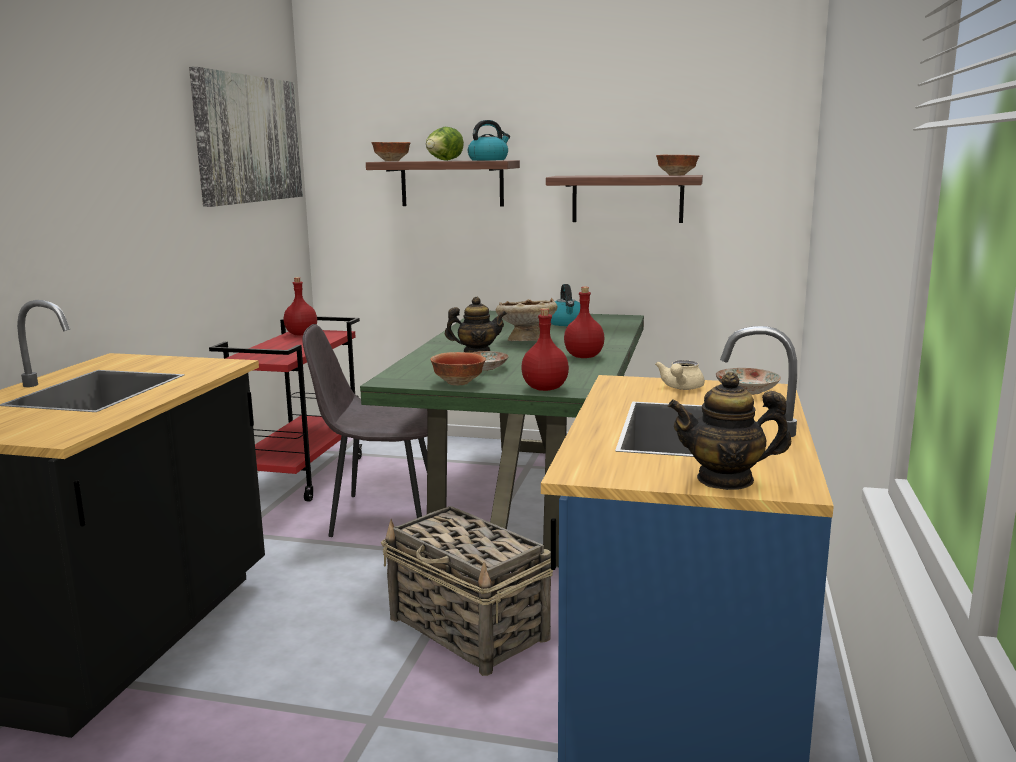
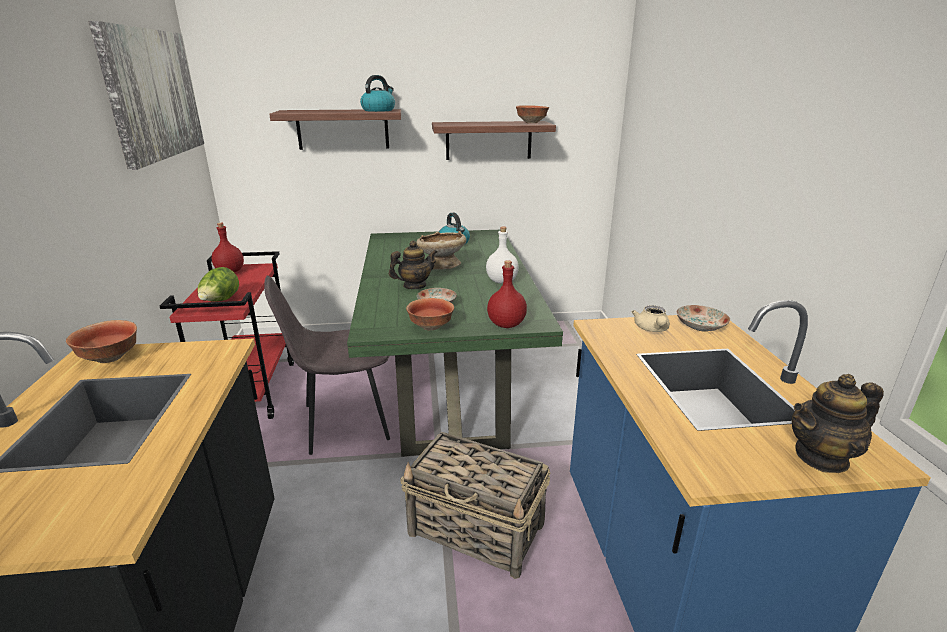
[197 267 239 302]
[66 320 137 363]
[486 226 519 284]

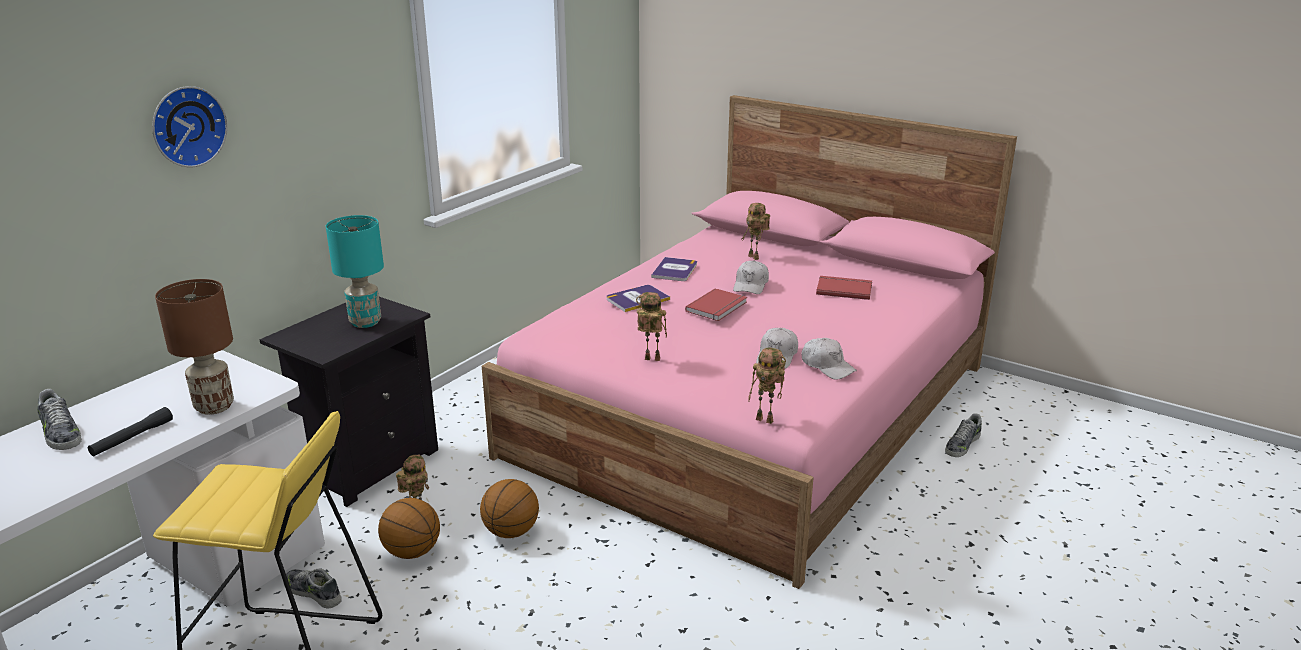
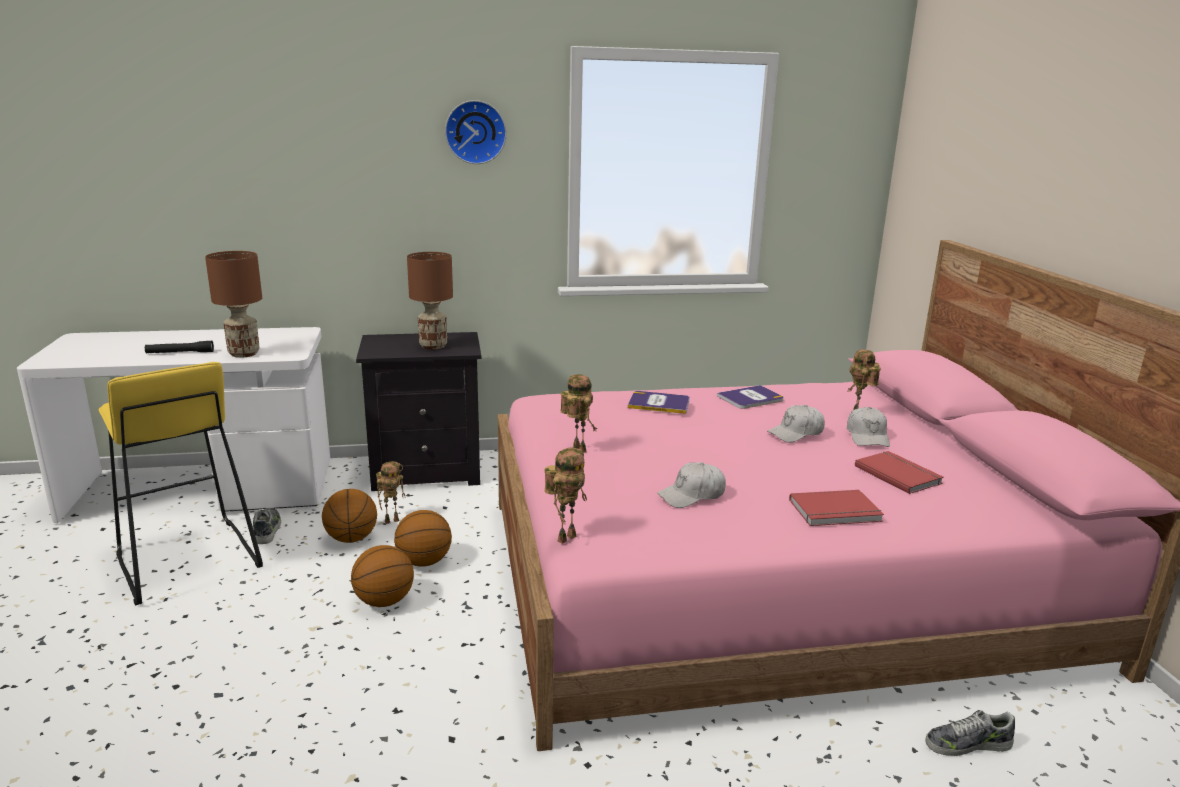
[445 100 507 164]
[407 252 453 350]
[789 490 884 526]
[847 407 890 447]
[544 448 587 544]
[37 389 82 450] (first image)
[351 545 414 607]

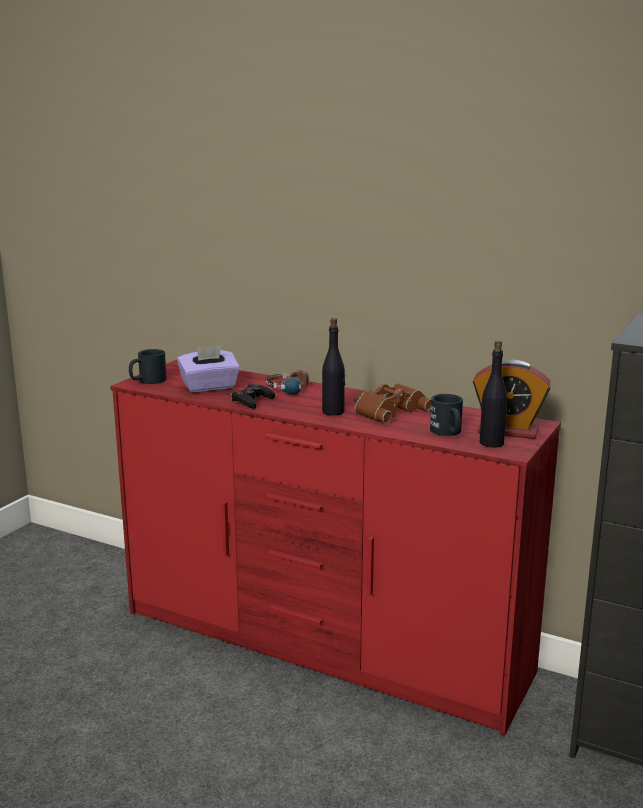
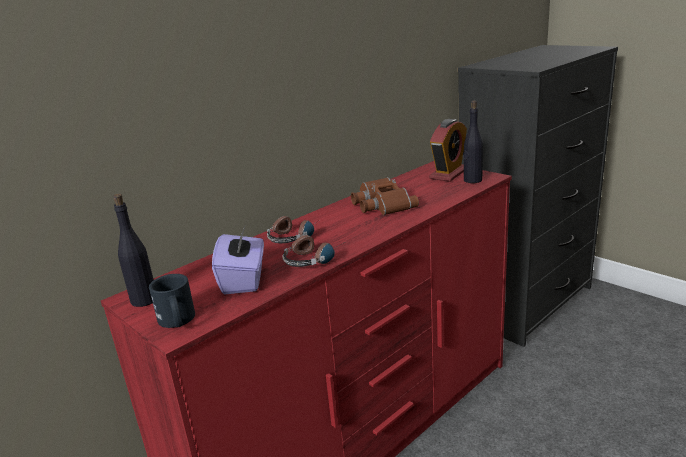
[113 194 154 307]
[283 235 345 267]
[430 394 463 436] (first image)

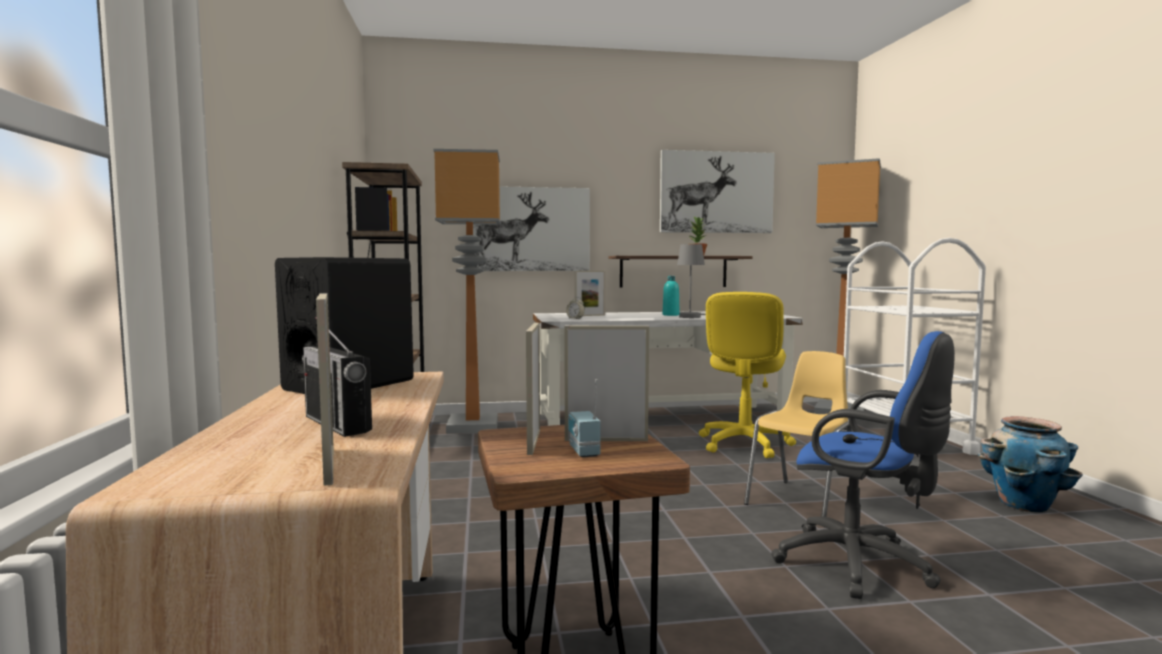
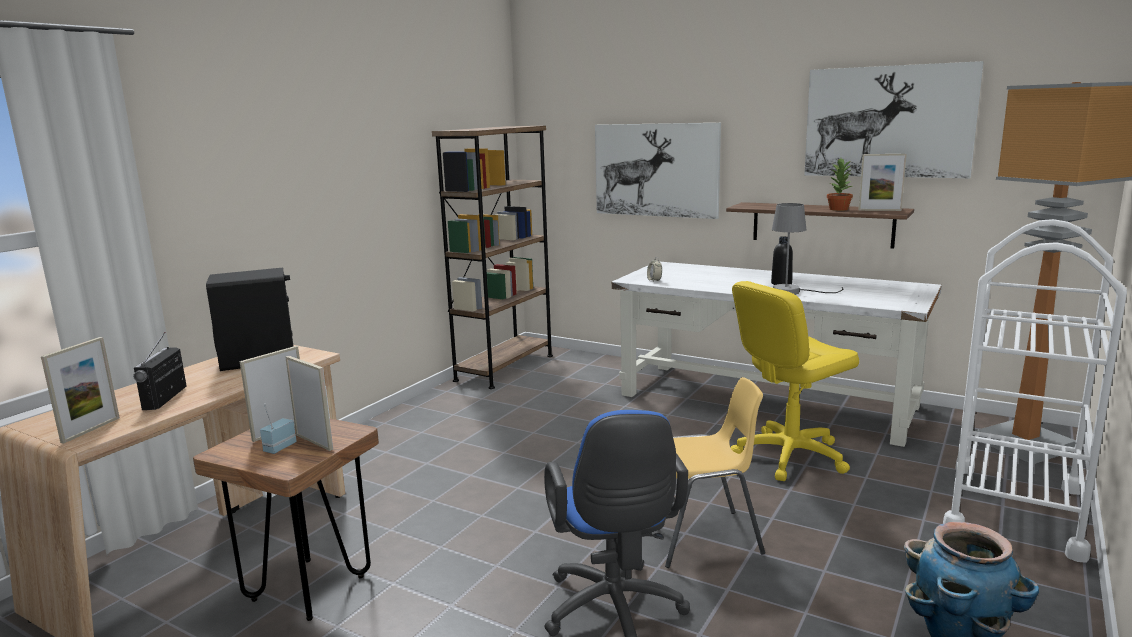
[434 149 501 434] (first image)
[858 154 907 211]
[771 236 793 285]

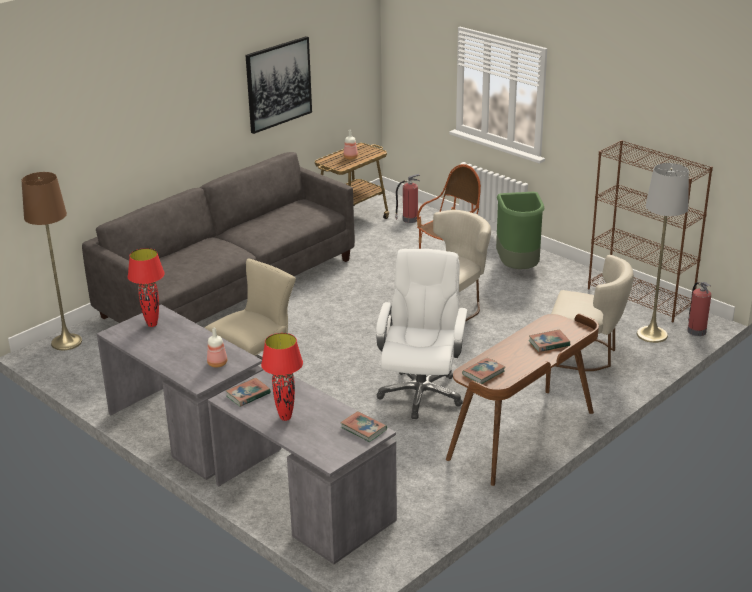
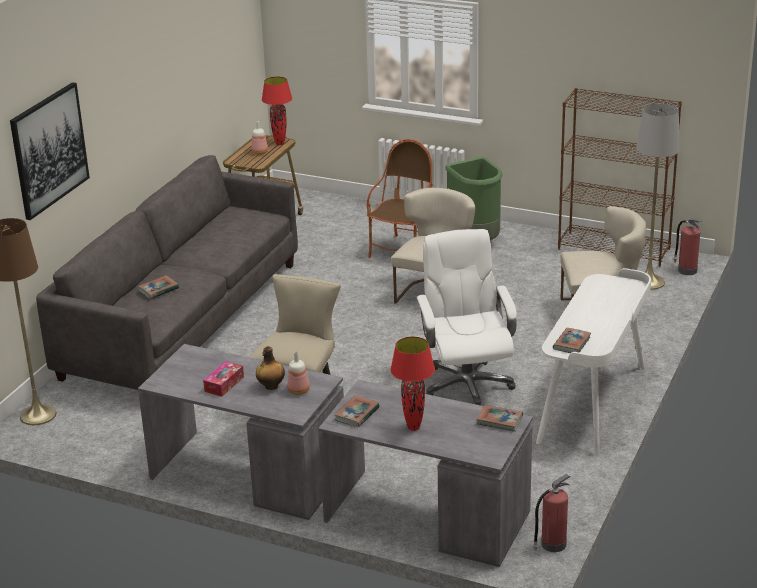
[10 82 90 220]
[533 474 570 552]
[262 77 292 145]
[536 268 651 457]
[138 275 179 299]
[256 346 285 390]
[203 361 244 397]

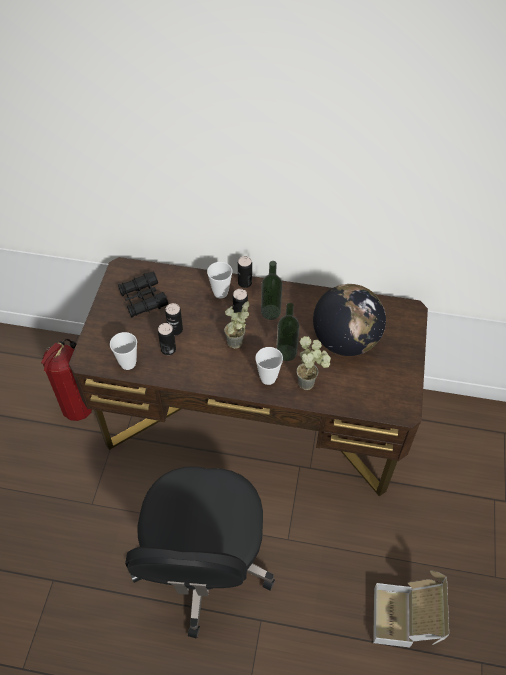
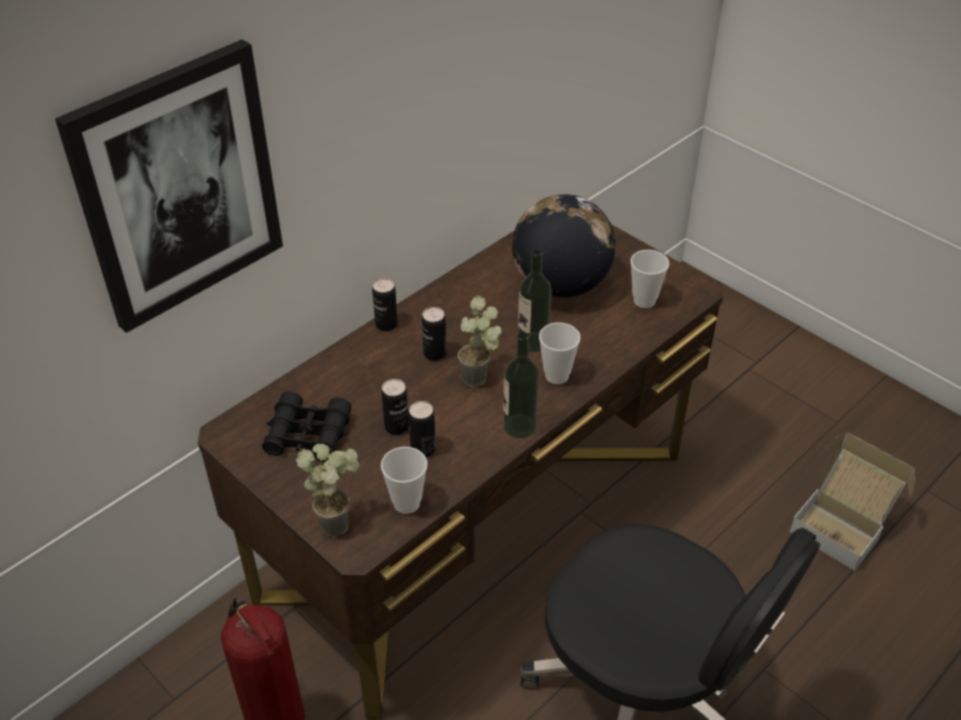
[503 332 539 438]
[630 250 669 308]
[296 444 360 537]
[55 39 283 333]

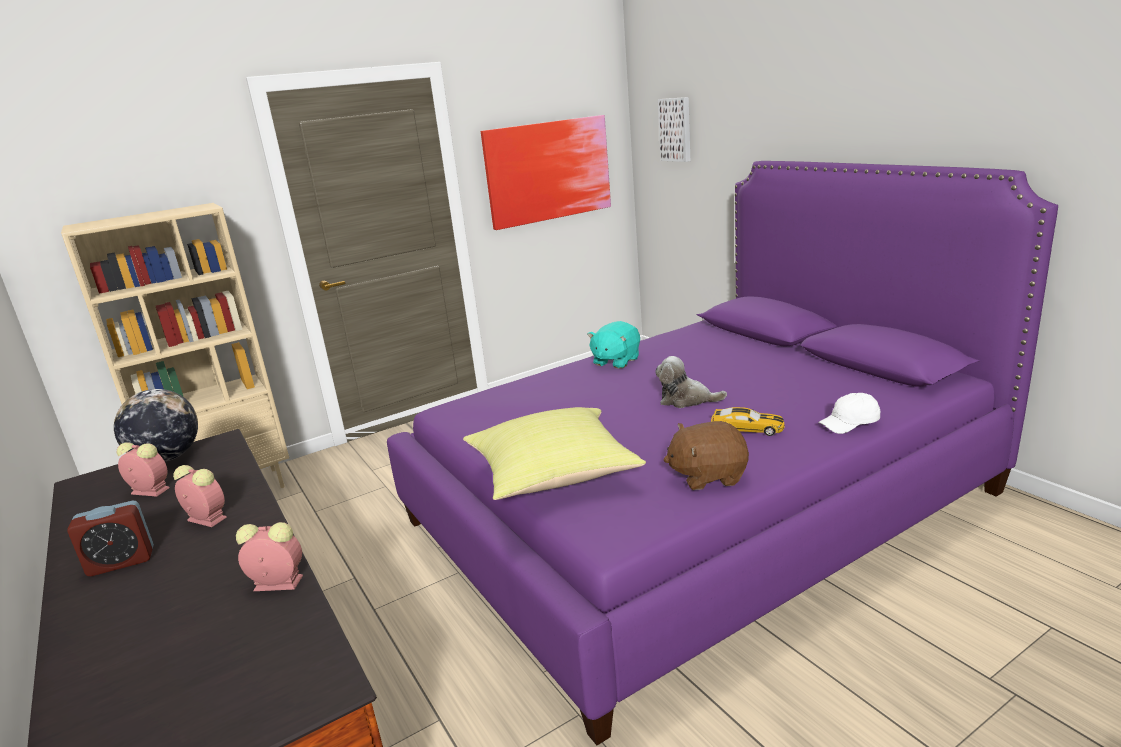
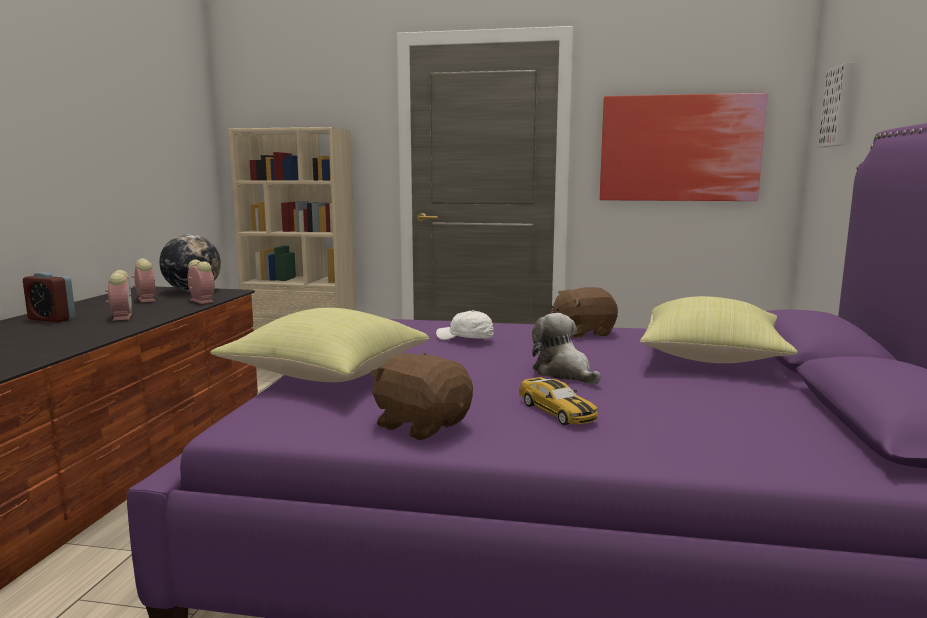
[550 287 618 338]
[436 310 494 340]
[187 260 215 304]
[640 296 798 363]

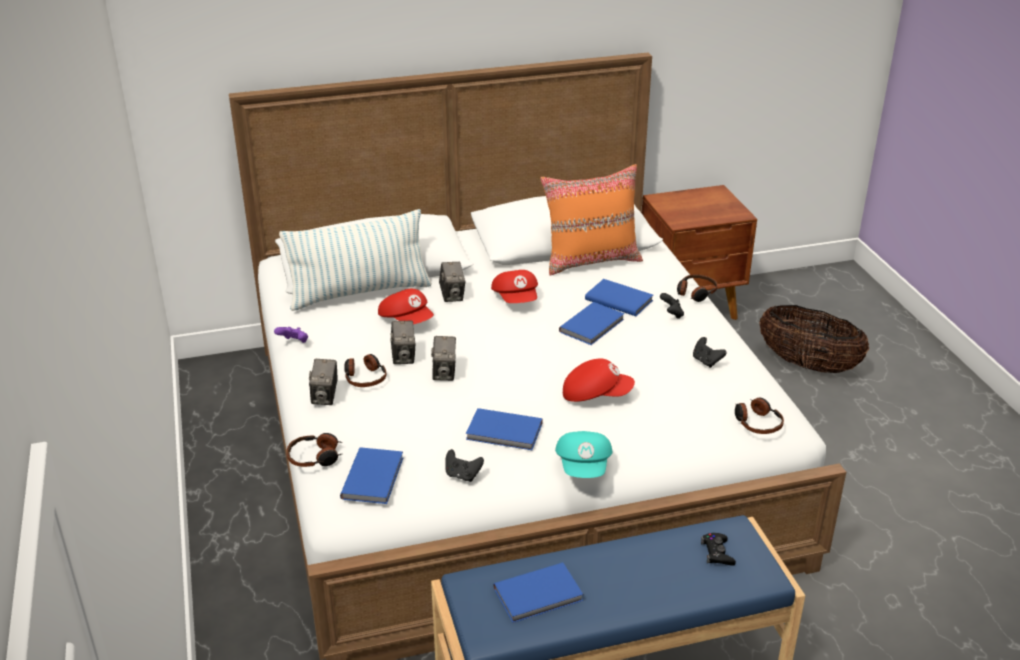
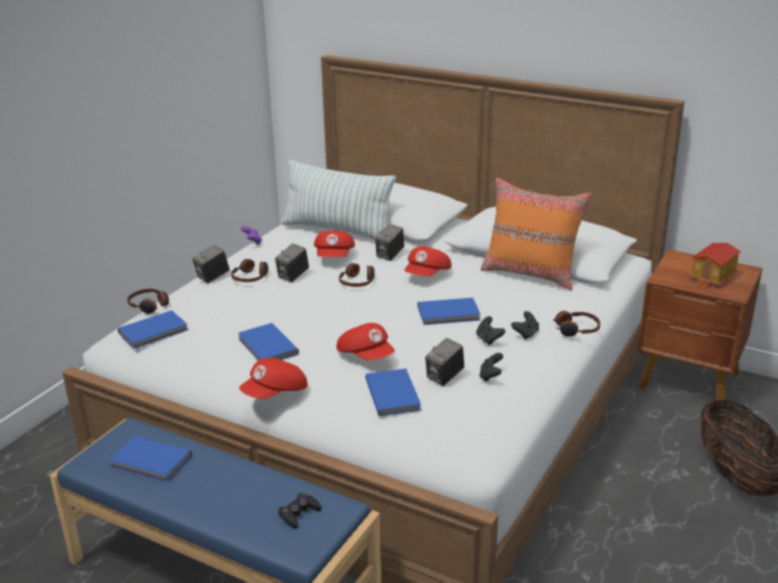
[365 369 421 416]
[425 338 464 386]
[339 263 375 287]
[239 358 307 399]
[476 316 505 345]
[690 243 741 288]

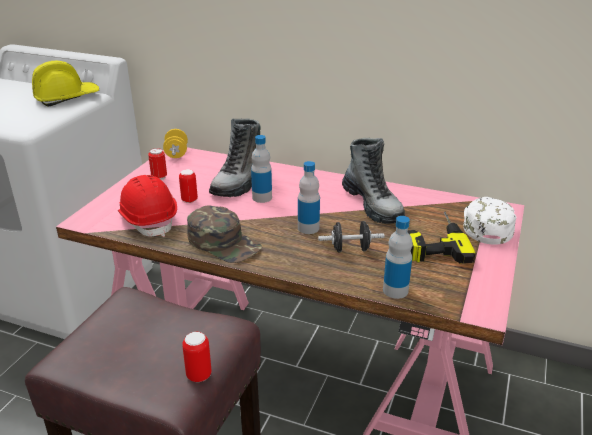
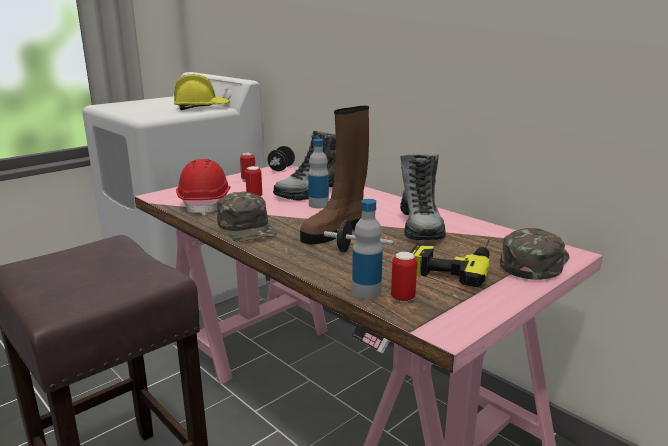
[267 146 295 171]
[300 106 369 244]
[500 228 570 280]
[391 252 417 302]

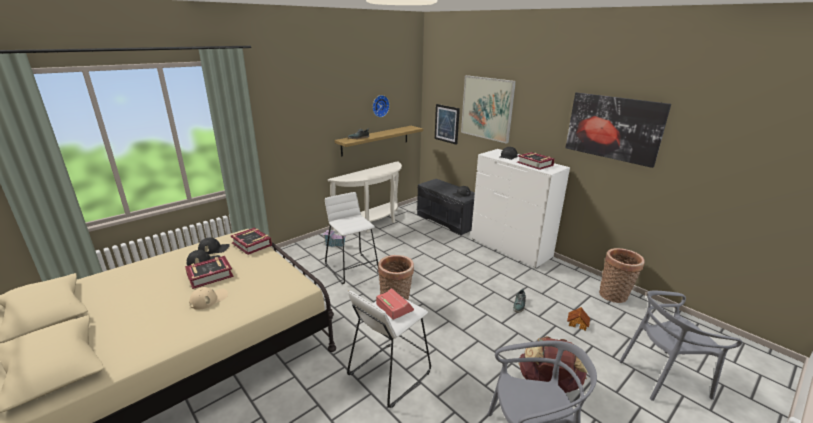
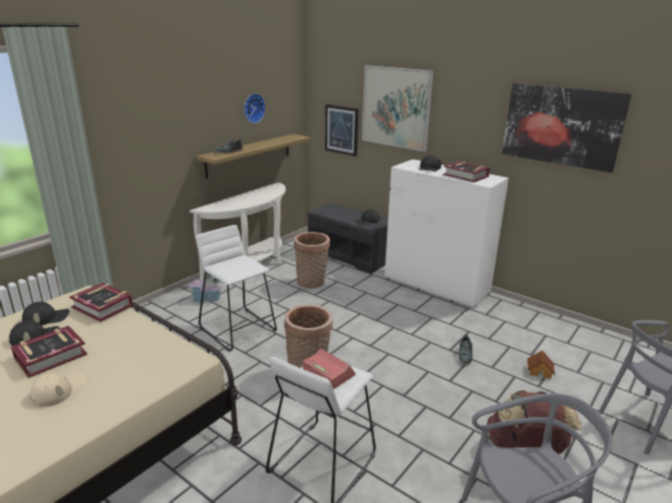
[294 232 330 289]

